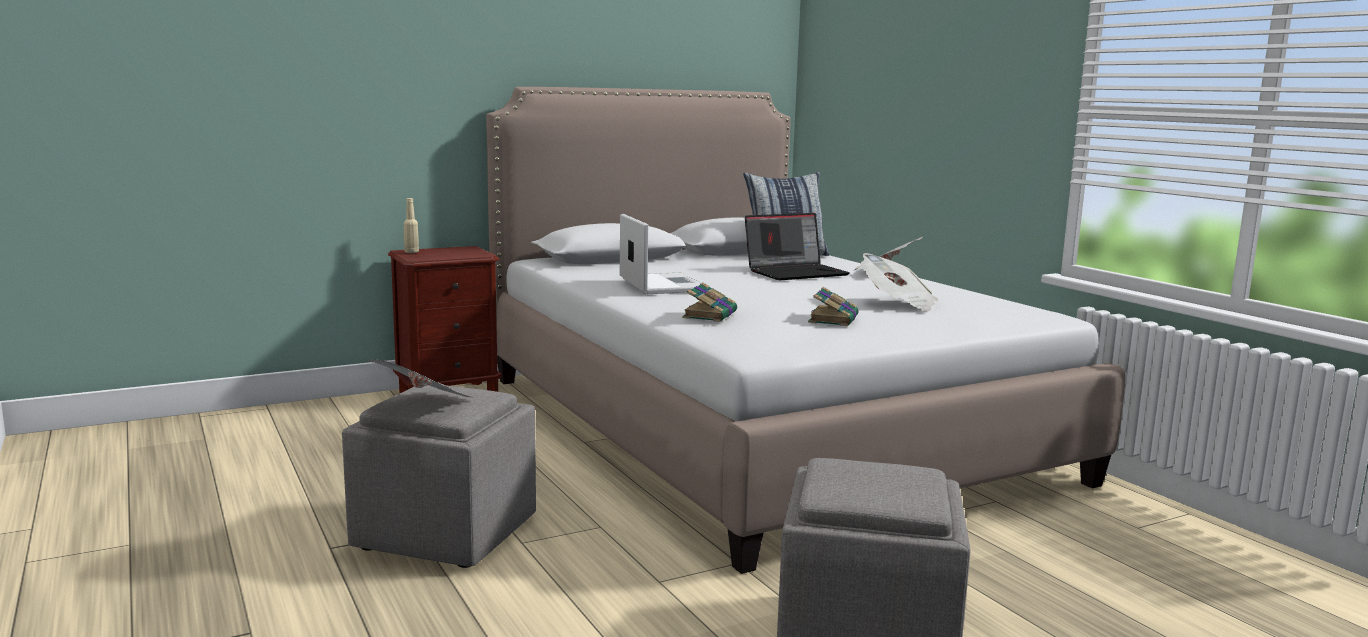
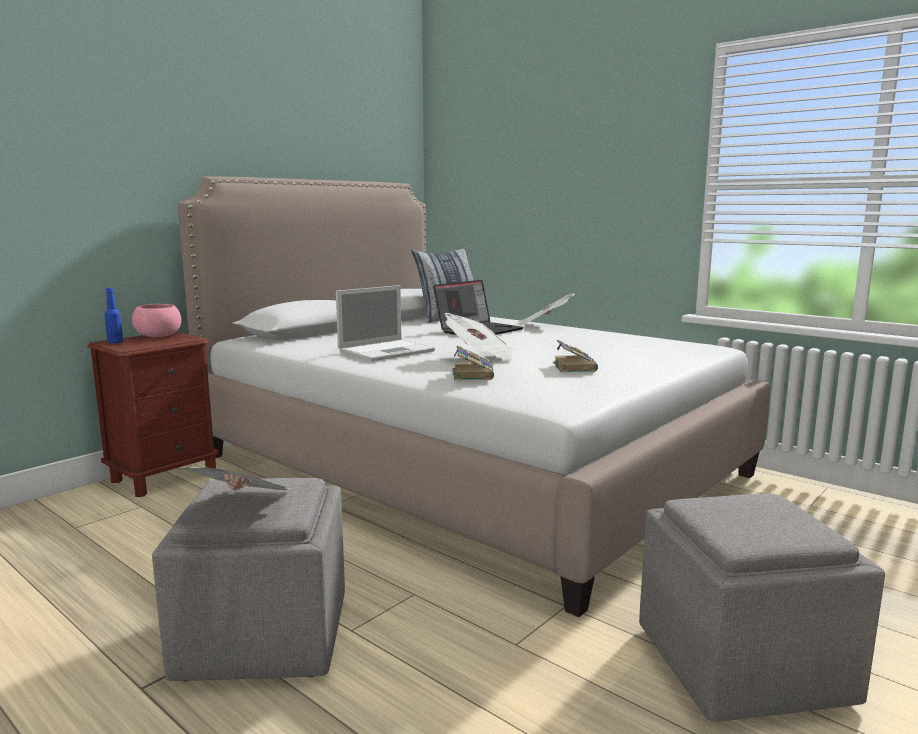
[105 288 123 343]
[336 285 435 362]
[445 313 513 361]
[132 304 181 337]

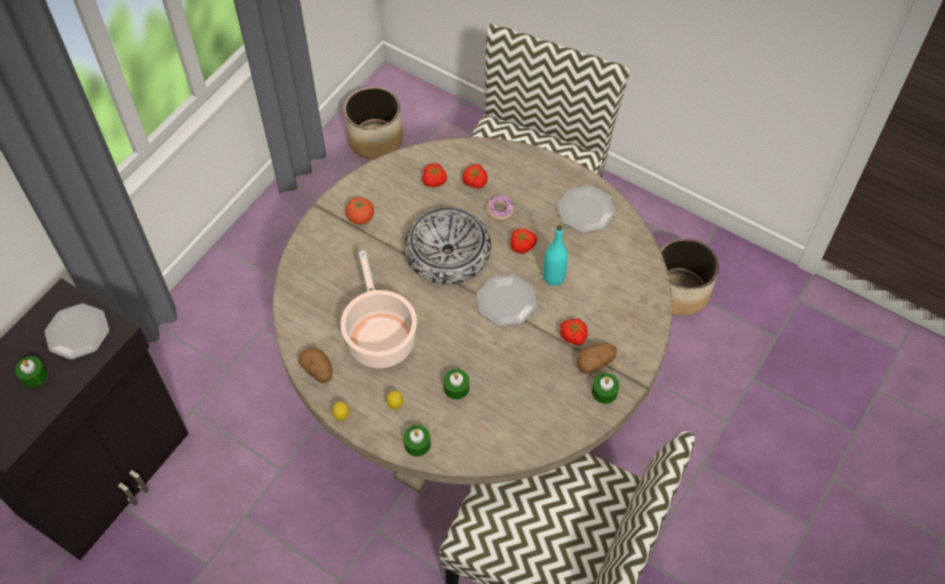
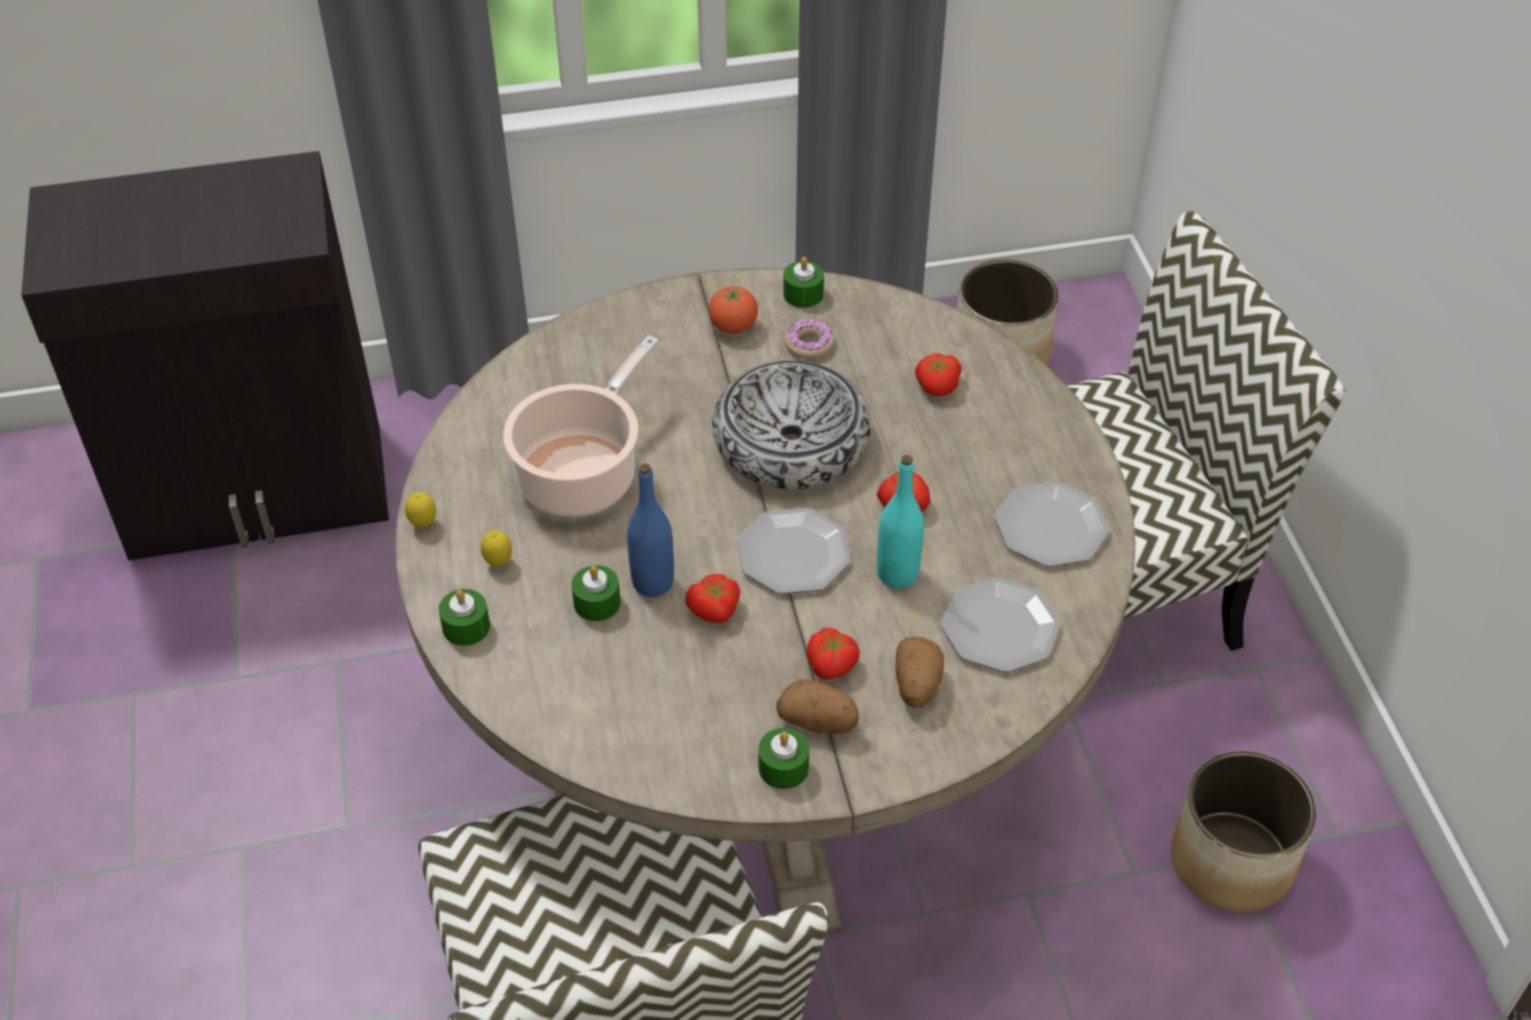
[685 574 740 623]
[784 319 834 359]
[941 577 1061 672]
[895 636 944 708]
[783 257 824 308]
[627 464 674 597]

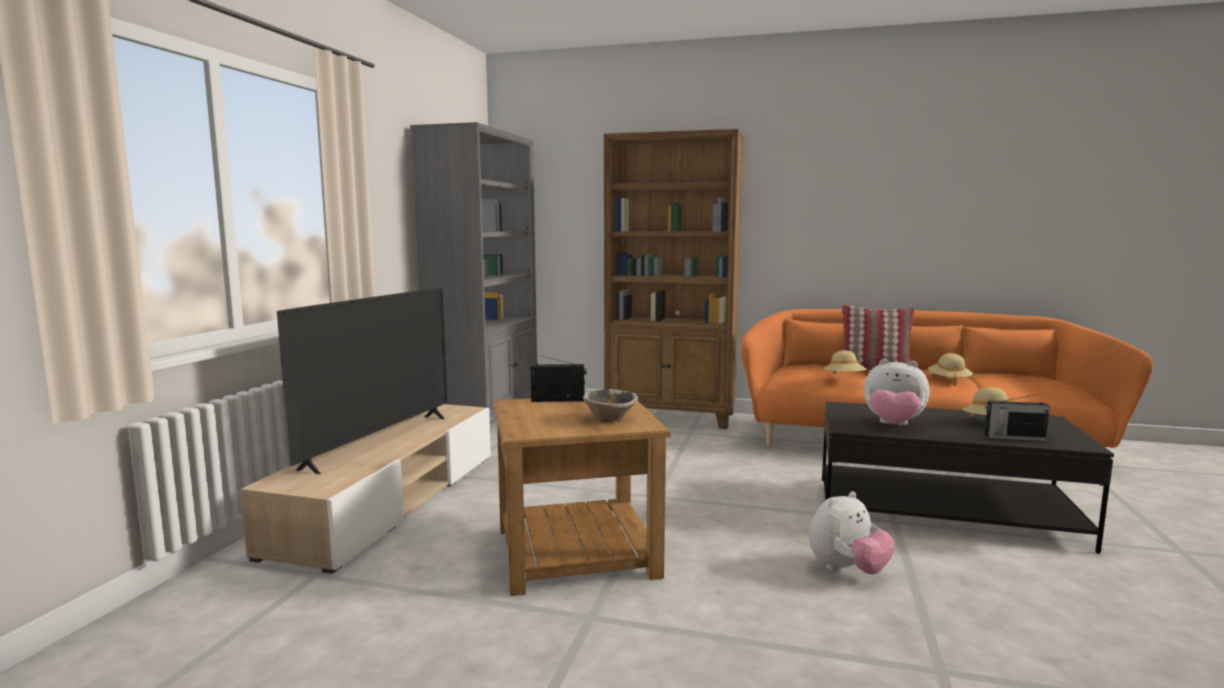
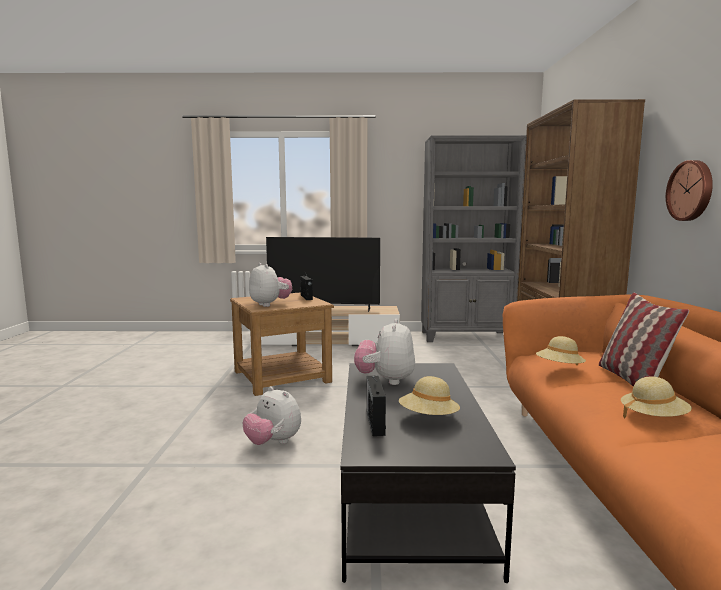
[249 263 292 307]
[666 160 713 221]

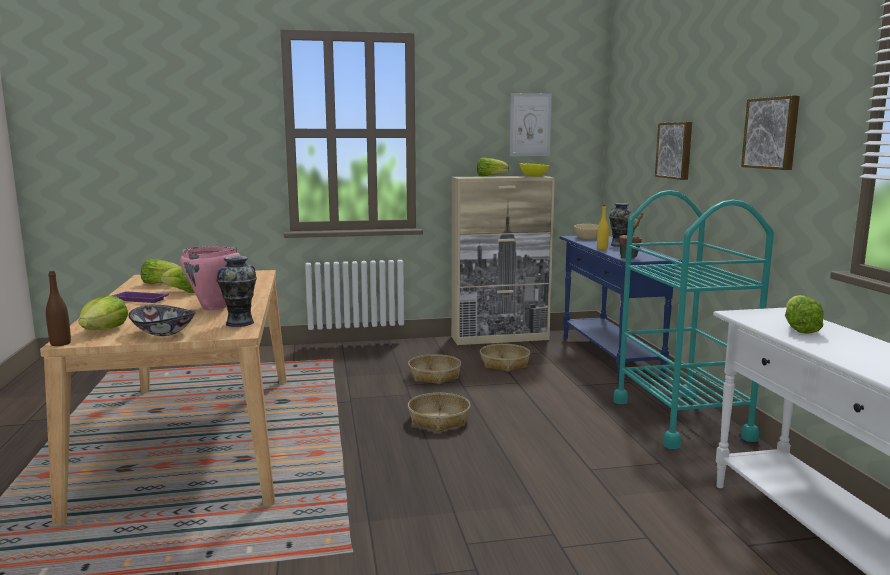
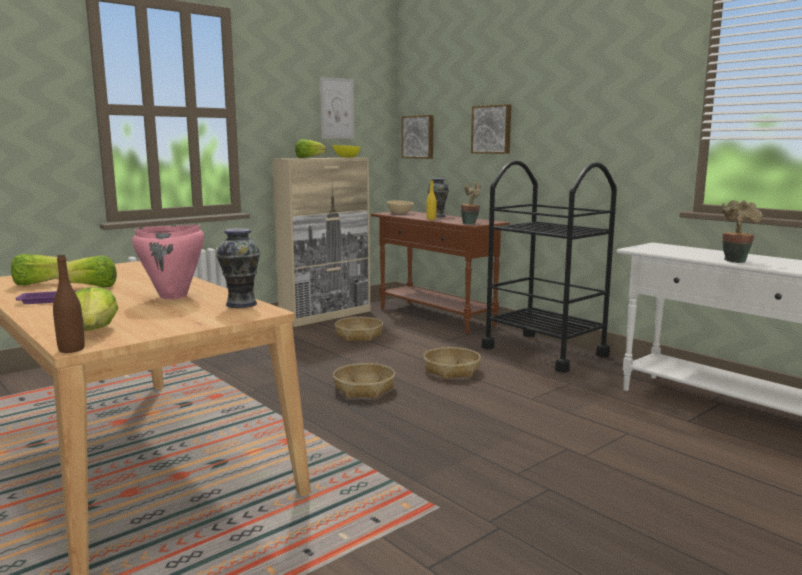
[402 115 433 159]
[482 160 617 373]
[371 211 510 334]
[785 295 823 334] (first image)
[128 305 196 336] (first image)
[423 347 481 379]
[722 200 763 263]

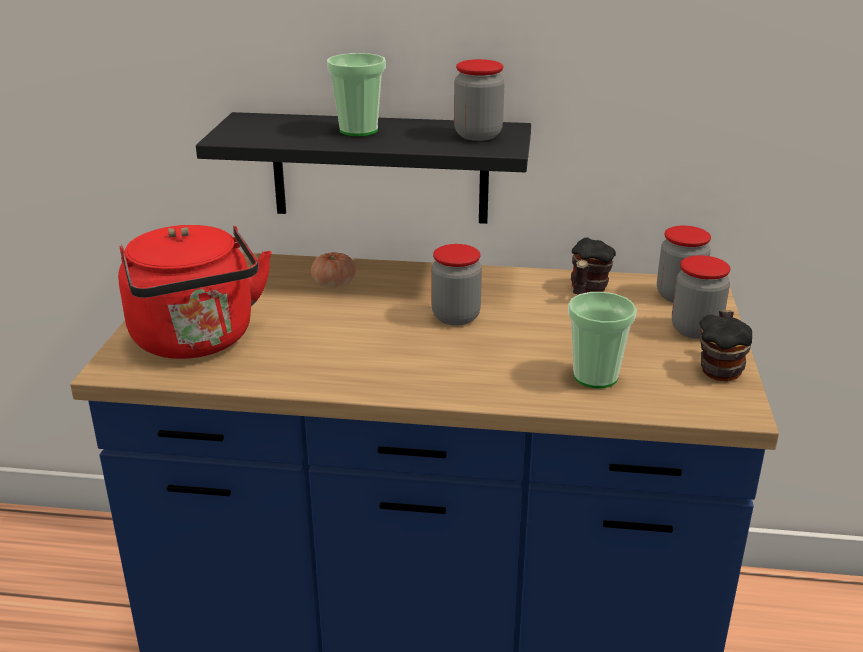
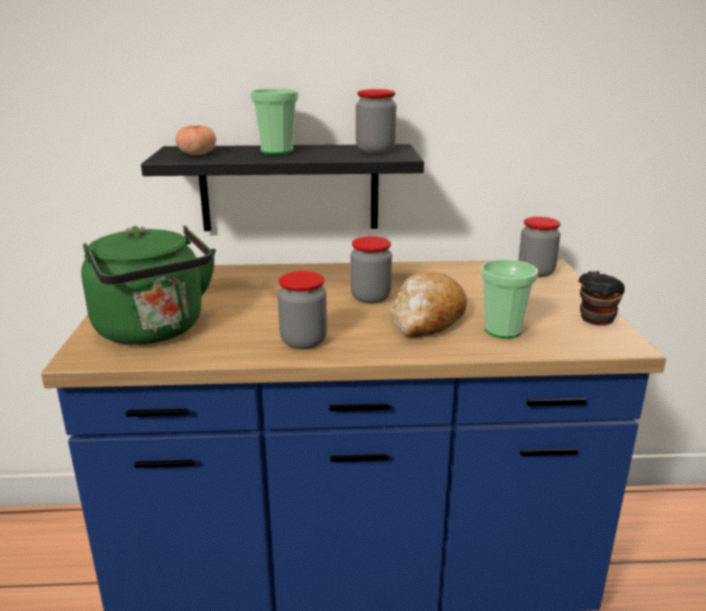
[81 225 216 345]
[571 237 616 295] (first image)
[176 125 216 155]
[278 271 327 349]
[390 272 467 338]

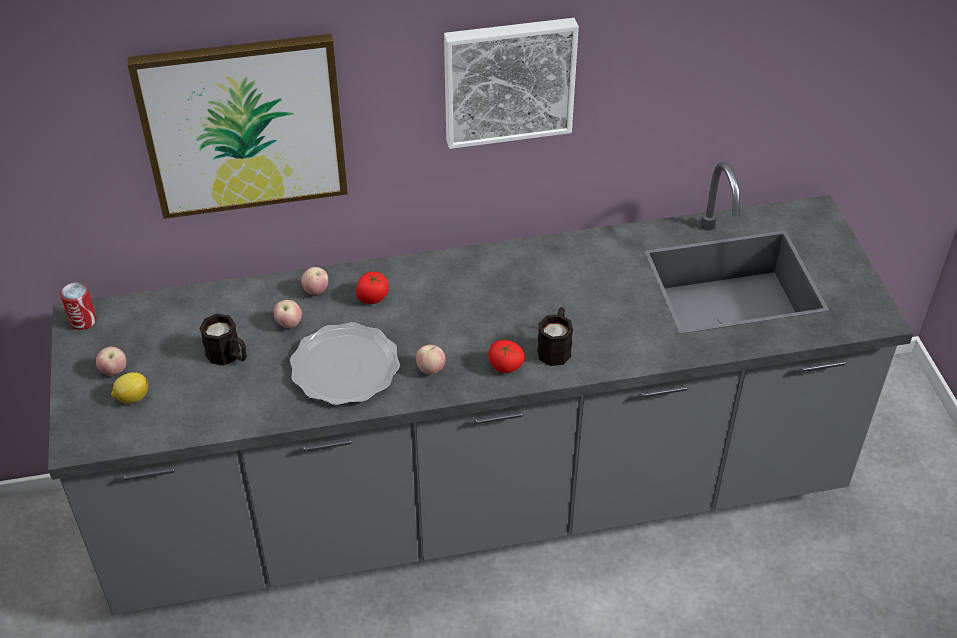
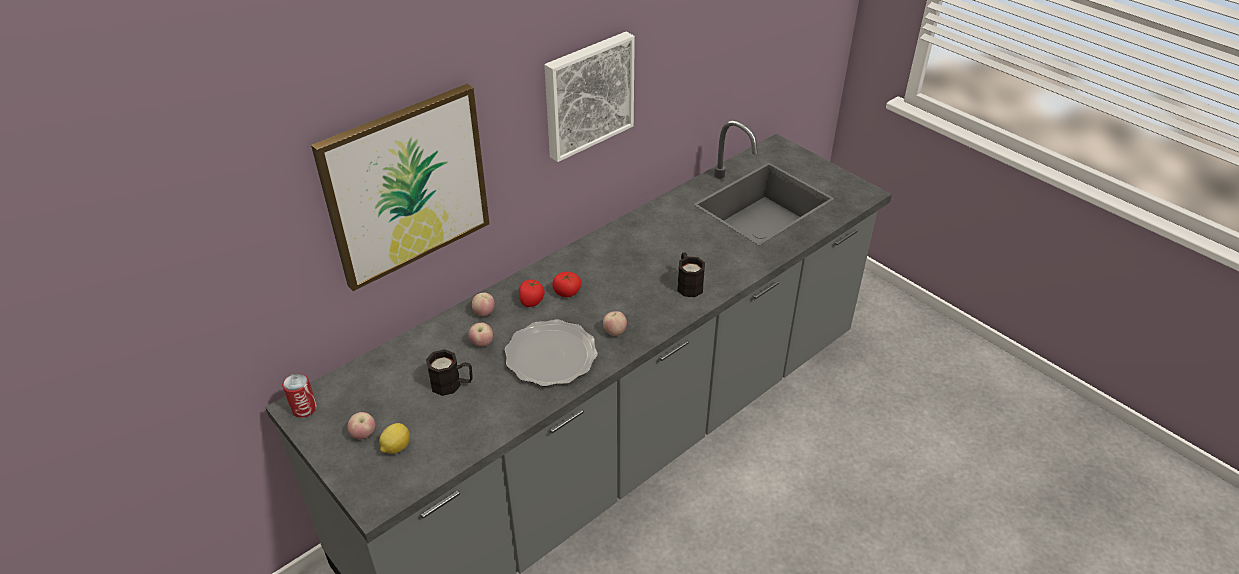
[552 272 581 297]

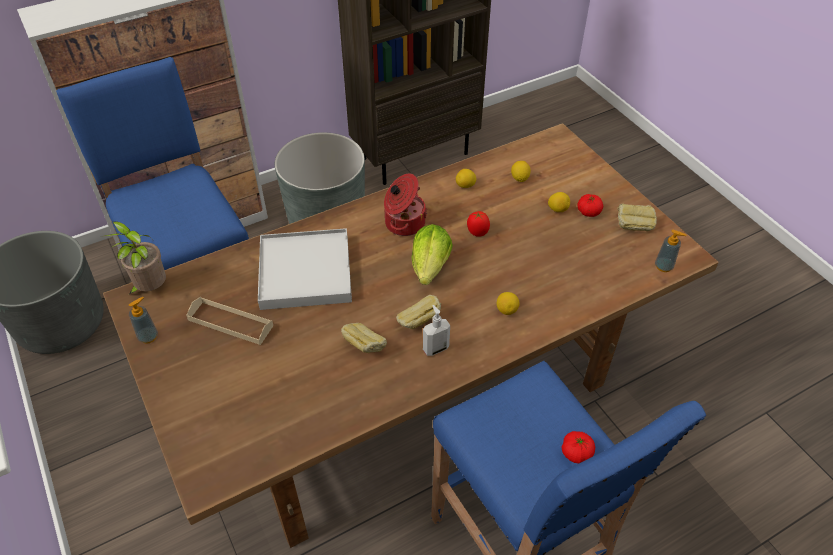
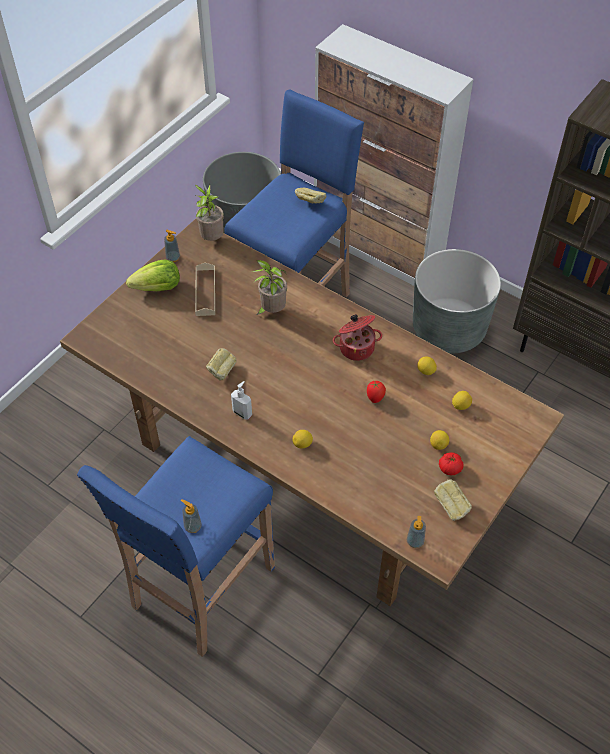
[126 259 180 291]
[251 260 287 315]
[295 188 327 204]
[181 499 202 533]

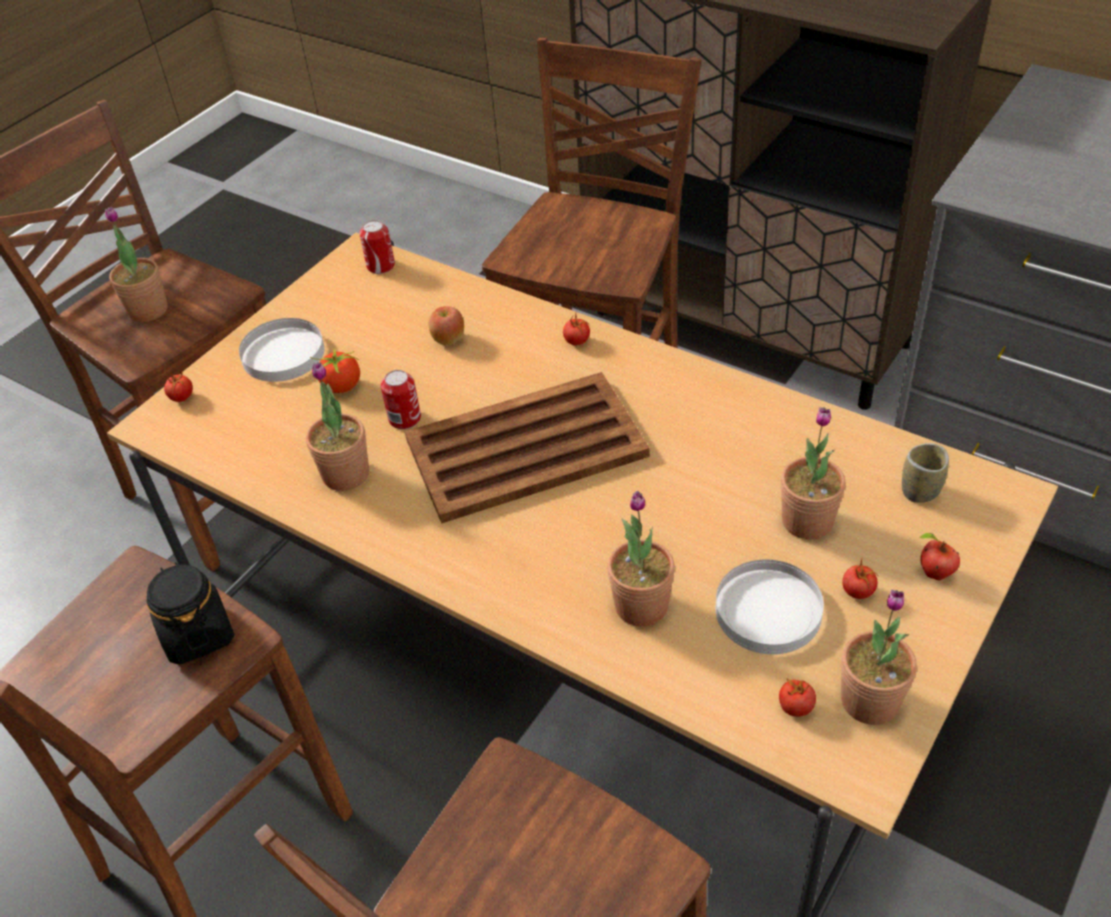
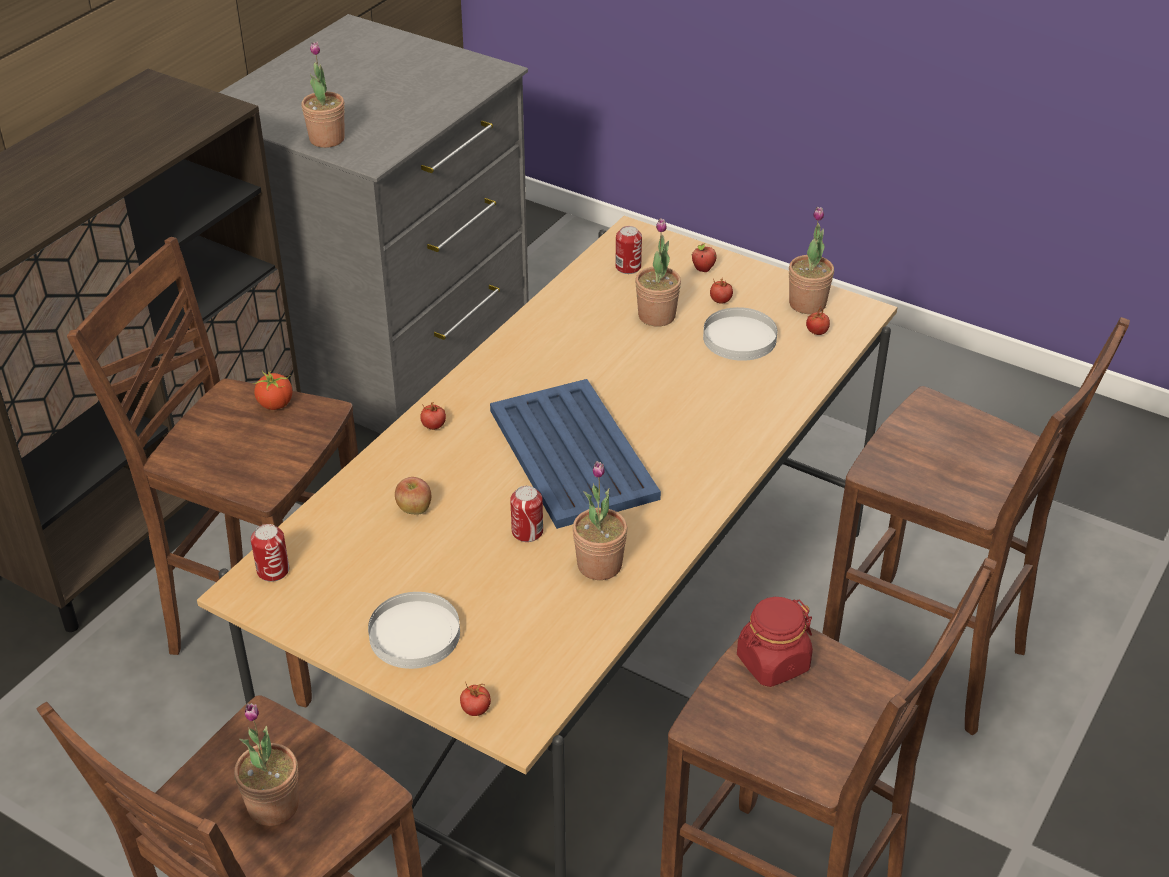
[253 371 292 410]
[490 379 661 529]
[615 226 642 274]
[301 42 345 148]
[737 597 813 687]

